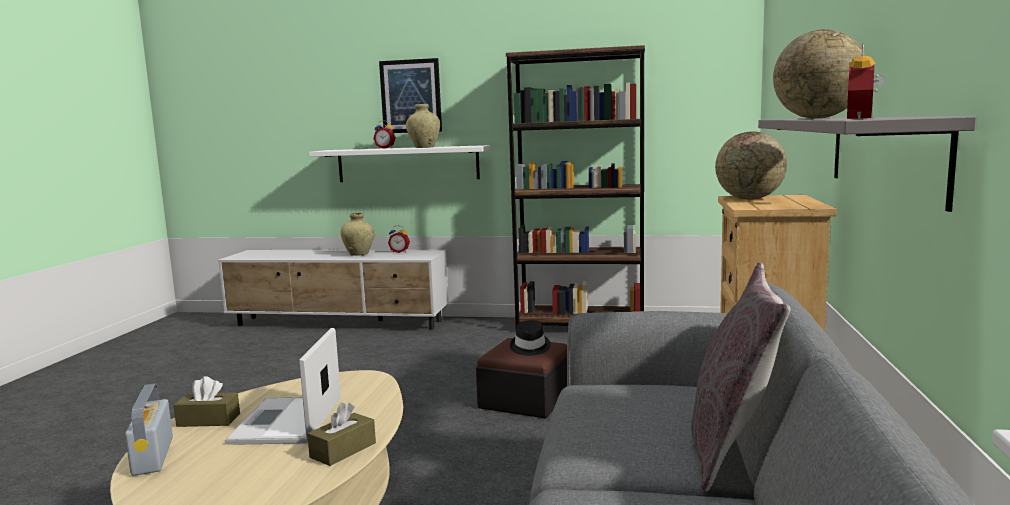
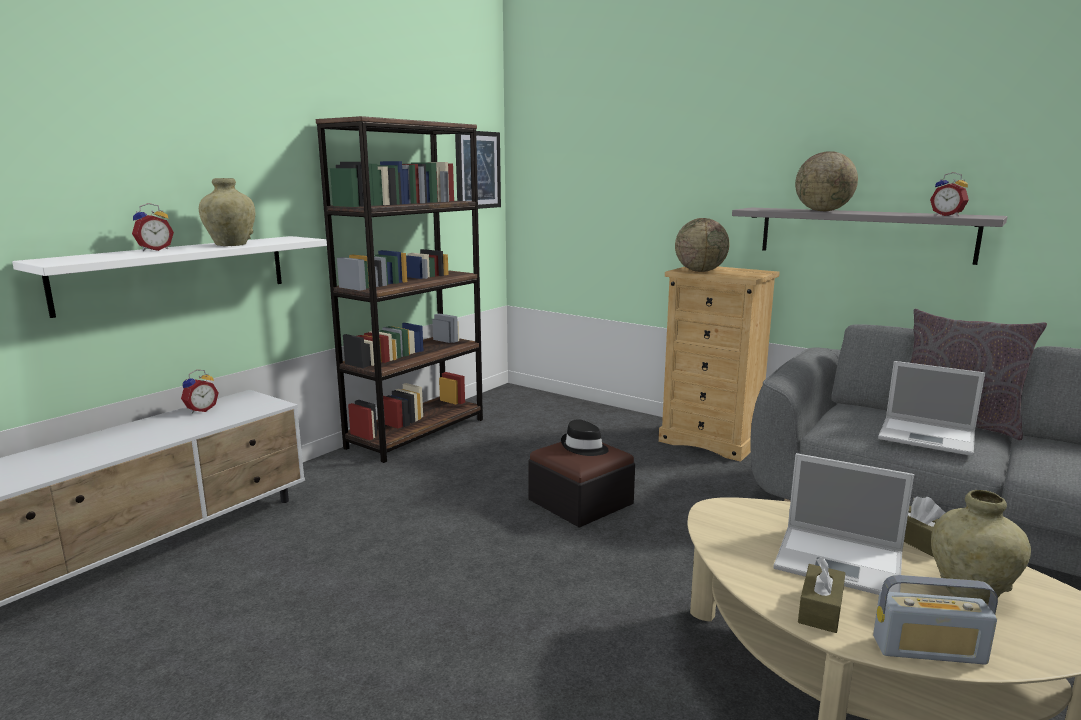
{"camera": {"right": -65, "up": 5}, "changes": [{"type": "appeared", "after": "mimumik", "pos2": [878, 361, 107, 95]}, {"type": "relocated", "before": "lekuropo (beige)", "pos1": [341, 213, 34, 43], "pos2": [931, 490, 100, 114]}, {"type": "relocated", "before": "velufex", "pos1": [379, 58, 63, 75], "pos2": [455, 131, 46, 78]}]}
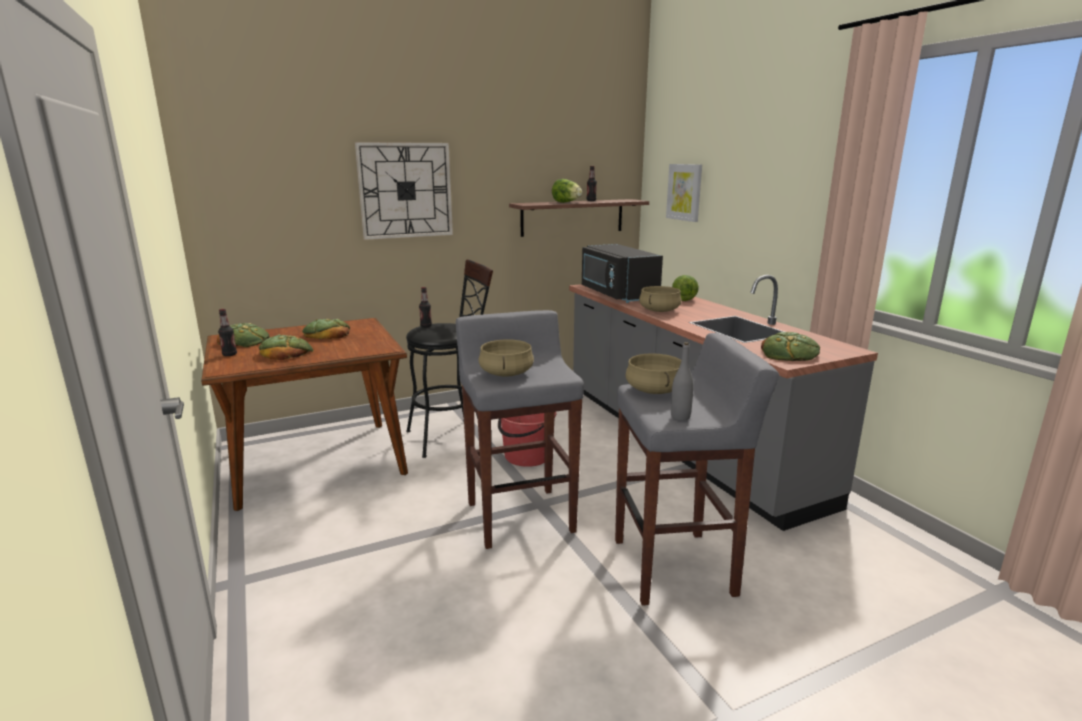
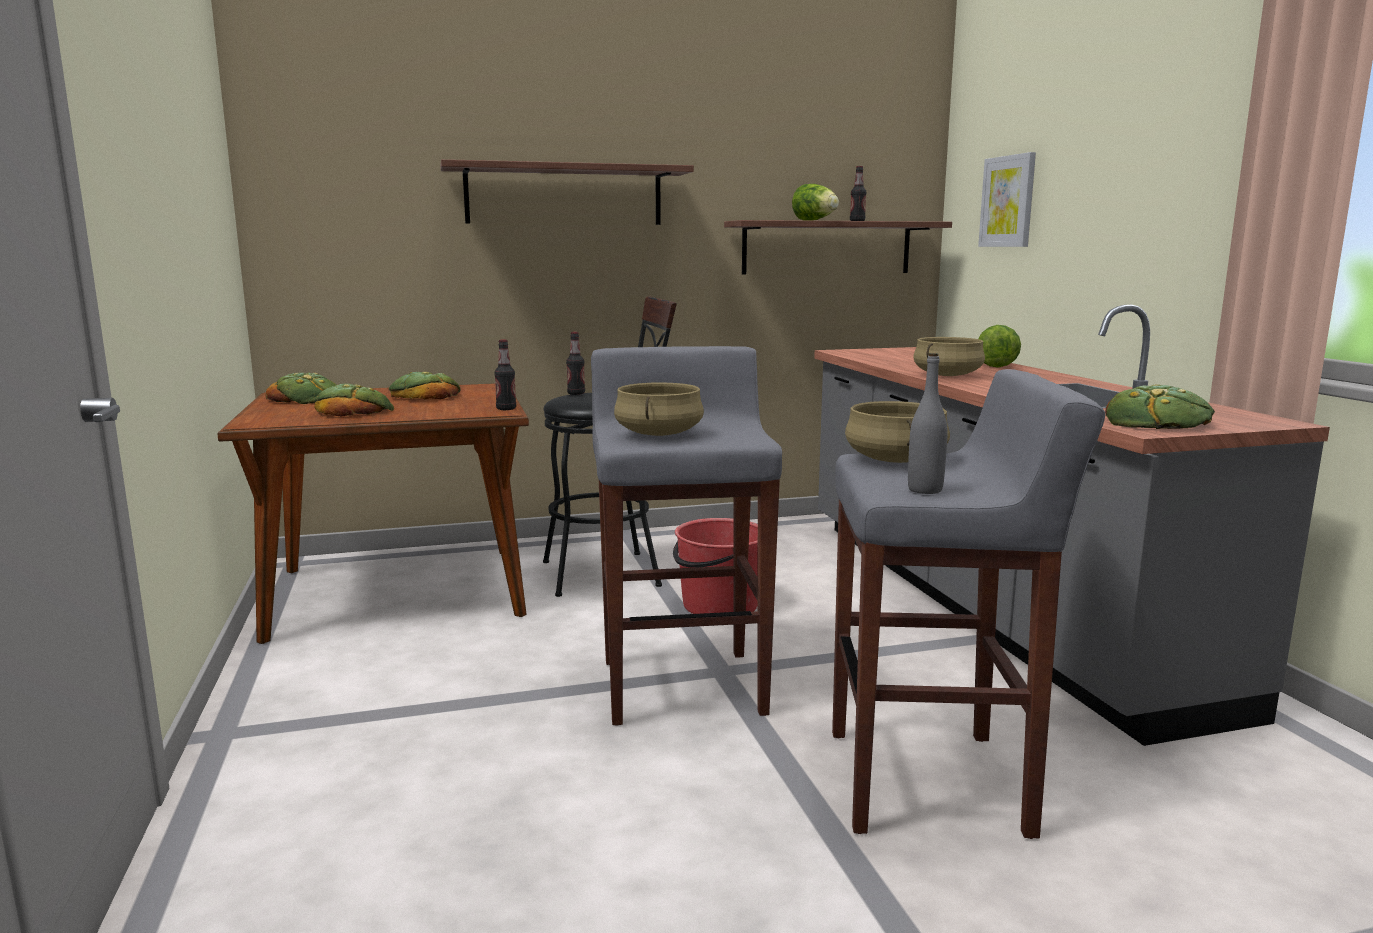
{"camera": {"right": 10, "up": -5}, "changes": [{"type": "missing", "before": "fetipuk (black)", "pos1": [582, 244, 81, 59]}, {"type": "relocated", "before": "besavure", "pos1": [218, 309, 19, 47], "pos2": [494, 340, 22, 70]}, {"type": "exchanged", "before": "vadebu", "after": "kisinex", "pos1": [355, 142, 98, 98], "pos2": [440, 159, 254, 66]}]}
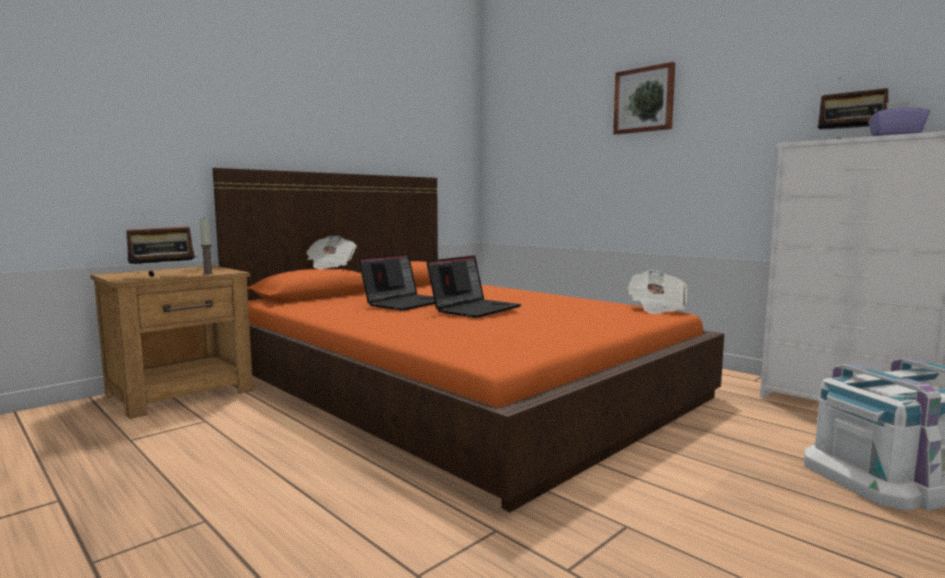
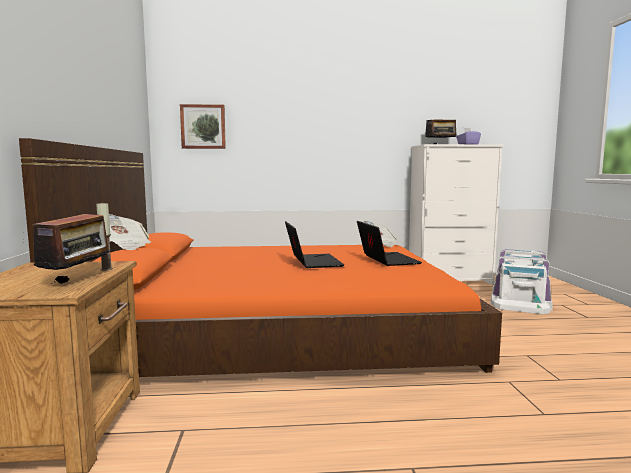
{"camera": {"right": -50, "up": 0}, "changes": [{"type": "relocated", "before": "mimumik", "pos1": [359, 253, 76, 58], "pos2": [357, 221, 65, 45]}, {"type": "relocated", "before": "velufex", "pos1": [613, 62, 62, 73], "pos2": [180, 104, 46, 45]}]}
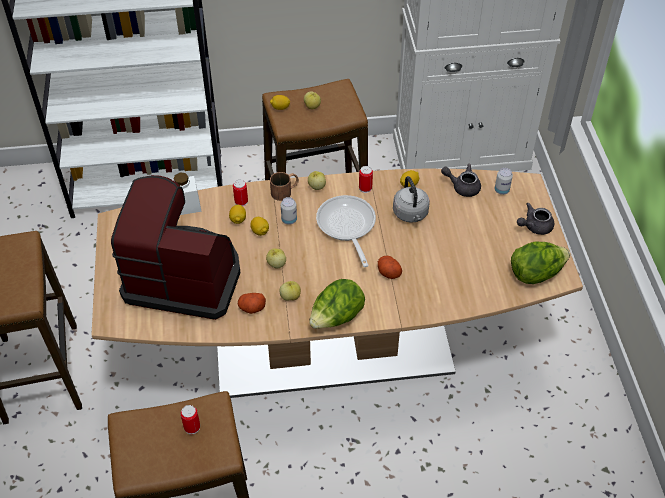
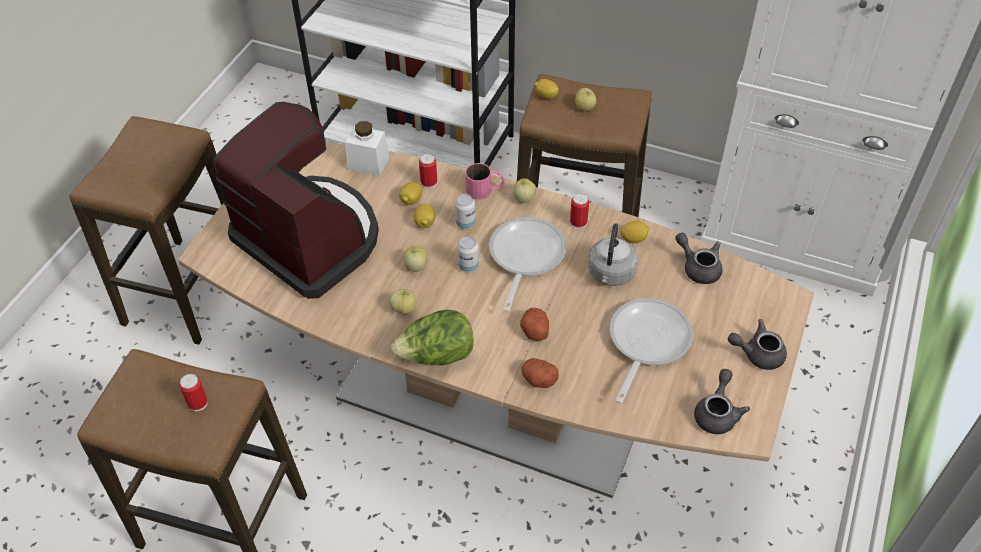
{"camera": {"right": 30, "up": 0}, "changes": [{"type": "appeared", "after": "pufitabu", "pos2": [610, 298, 83, 106]}, {"type": "relocated", "before": "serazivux", "pos1": [238, 293, 28, 21], "pos2": [521, 358, 38, 30]}, {"type": "relocated", "before": "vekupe", "pos1": [495, 168, 18, 27], "pos2": [457, 236, 22, 36]}, {"type": "exchanged", "before": "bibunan", "after": "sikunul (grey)", "pos1": [511, 241, 59, 43], "pos2": [694, 369, 56, 65]}, {"type": "colour", "before": "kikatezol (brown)", "after": "kikatezol (pink)", "pos1": [270, 172, 29, 29], "pos2": [465, 163, 40, 37]}]}
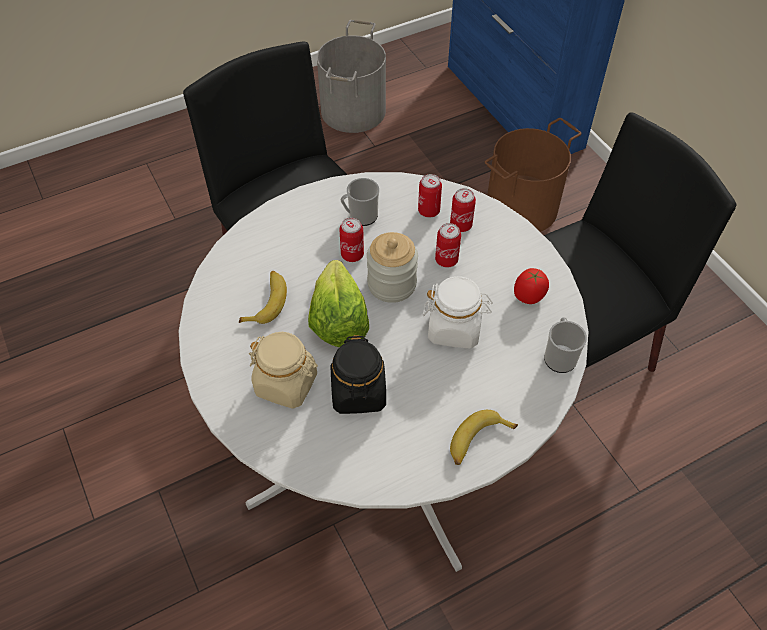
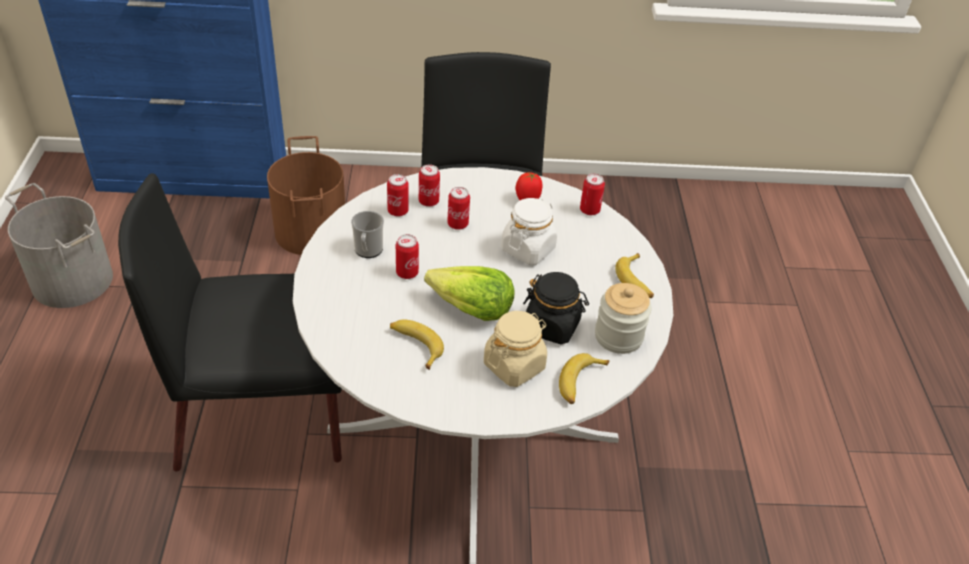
{"camera": {"right": -65, "up": -10}, "changes": [{"type": "appeared", "after": "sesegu", "pos2": [559, 353, 50, 51]}, {"type": "relocated", "before": "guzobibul", "pos1": [367, 232, 51, 71], "pos2": [595, 283, 56, 71]}, {"type": "exchanged", "before": "kikatezol", "after": "vekupe", "pos1": [544, 317, 43, 56], "pos2": [580, 174, 25, 41]}]}
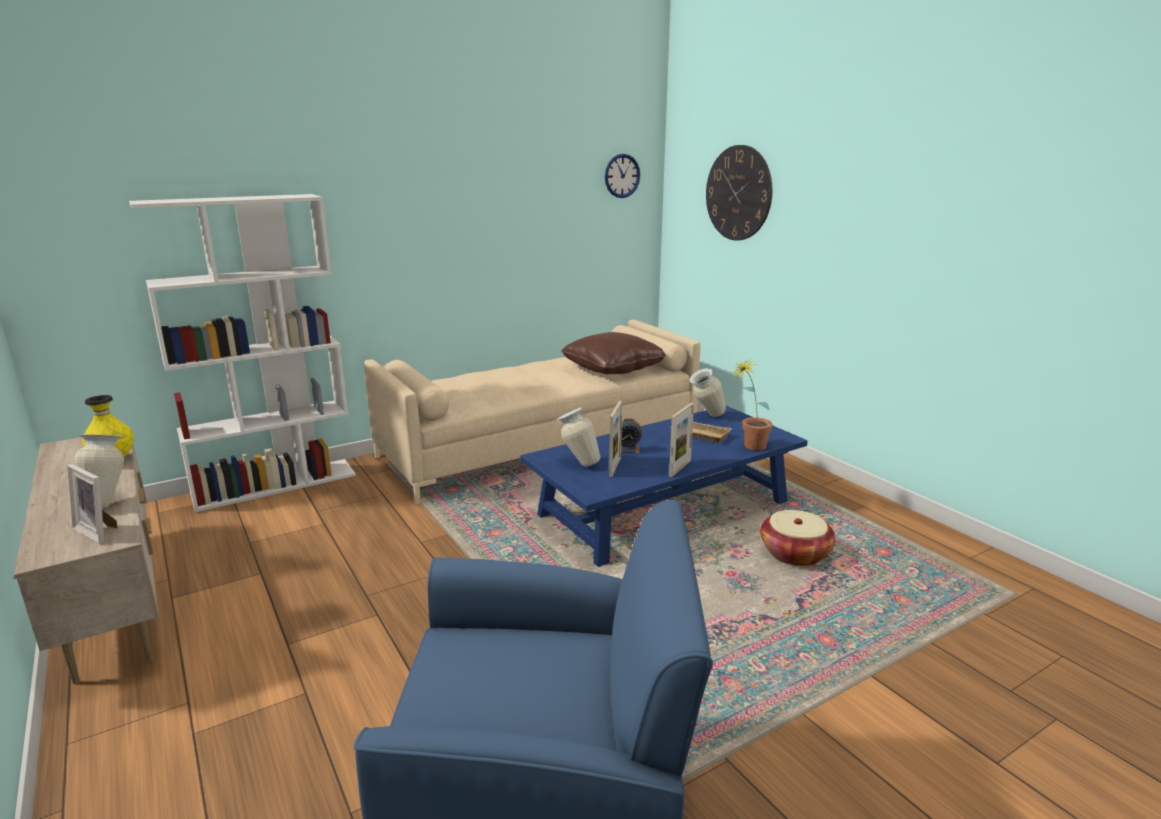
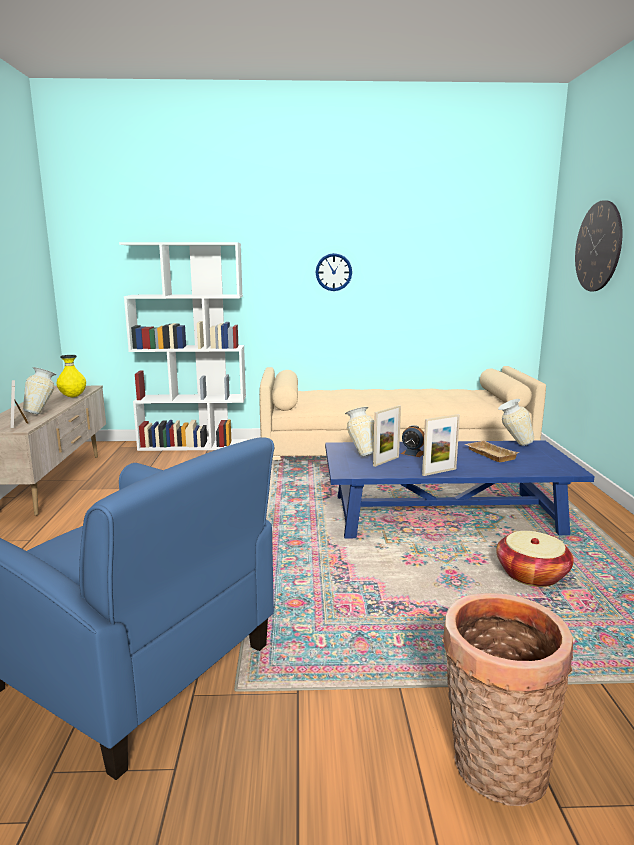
{"camera": {"right": 30, "up": -5}, "changes": [{"type": "missing", "before": "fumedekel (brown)", "pos1": [561, 332, 105, 42]}, {"type": "missing", "before": "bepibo", "pos1": [732, 358, 40, 92]}, {"type": "appeared", "after": "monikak", "pos2": [442, 593, 131, 214]}, {"type": "relocated", "before": "vadebu", "pos1": [605, 154, 35, 44], "pos2": [316, 253, 36, 38]}]}
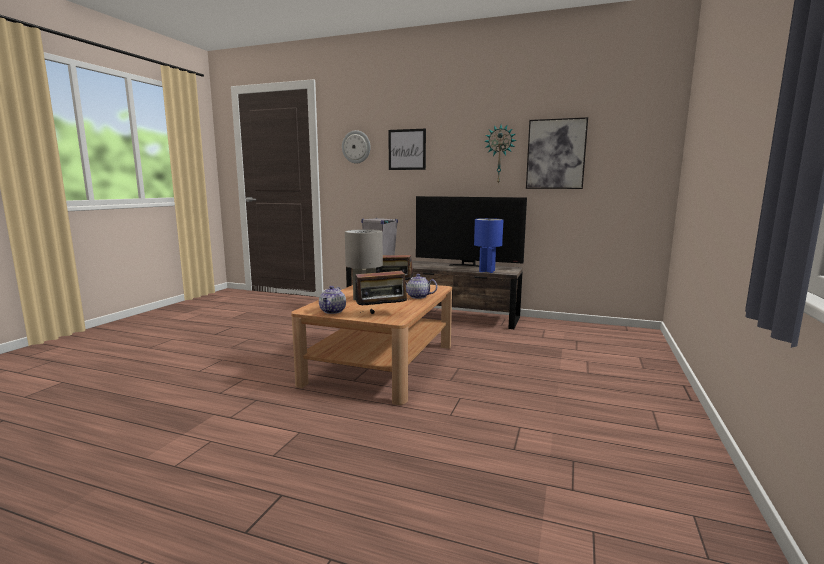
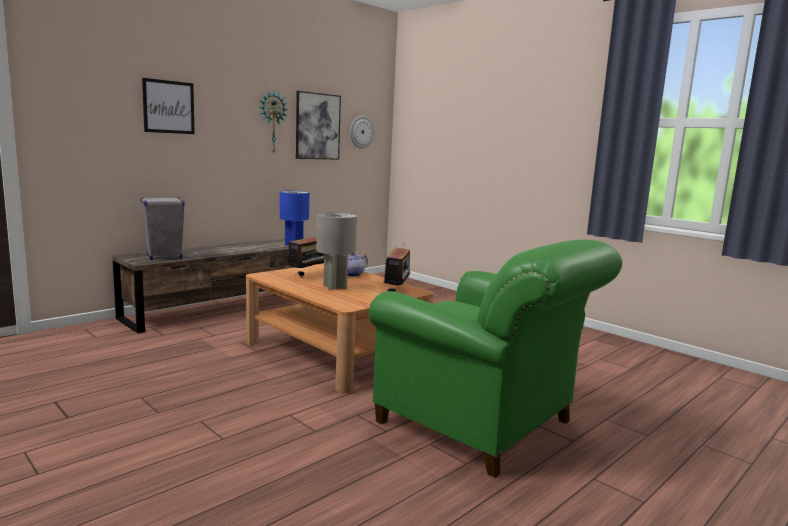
{"camera": {"right": -65, "up": 0}, "changes": [{"type": "missing", "before": "sikunul", "pos1": [319, 286, 27, 28]}, {"type": "missing", "before": "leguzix", "pos1": [416, 196, 111, 71]}, {"type": "appeared", "after": "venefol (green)", "pos2": [369, 240, 253, 238]}, {"type": "relocated", "before": "vadebu", "pos1": [342, 130, 29, 33], "pos2": [350, 115, 25, 34]}]}
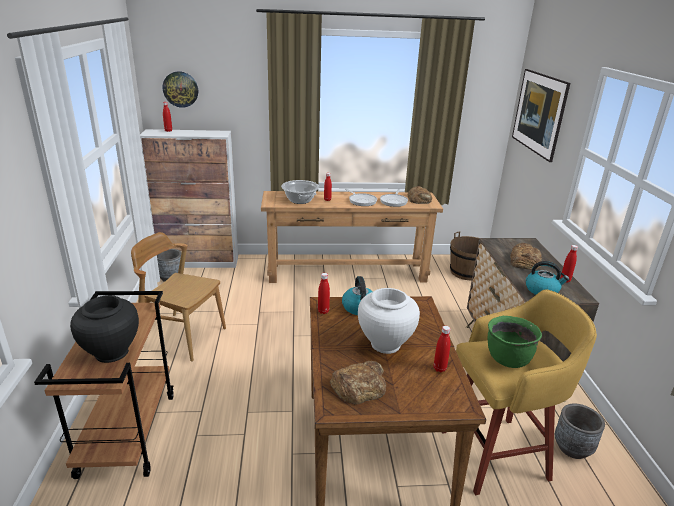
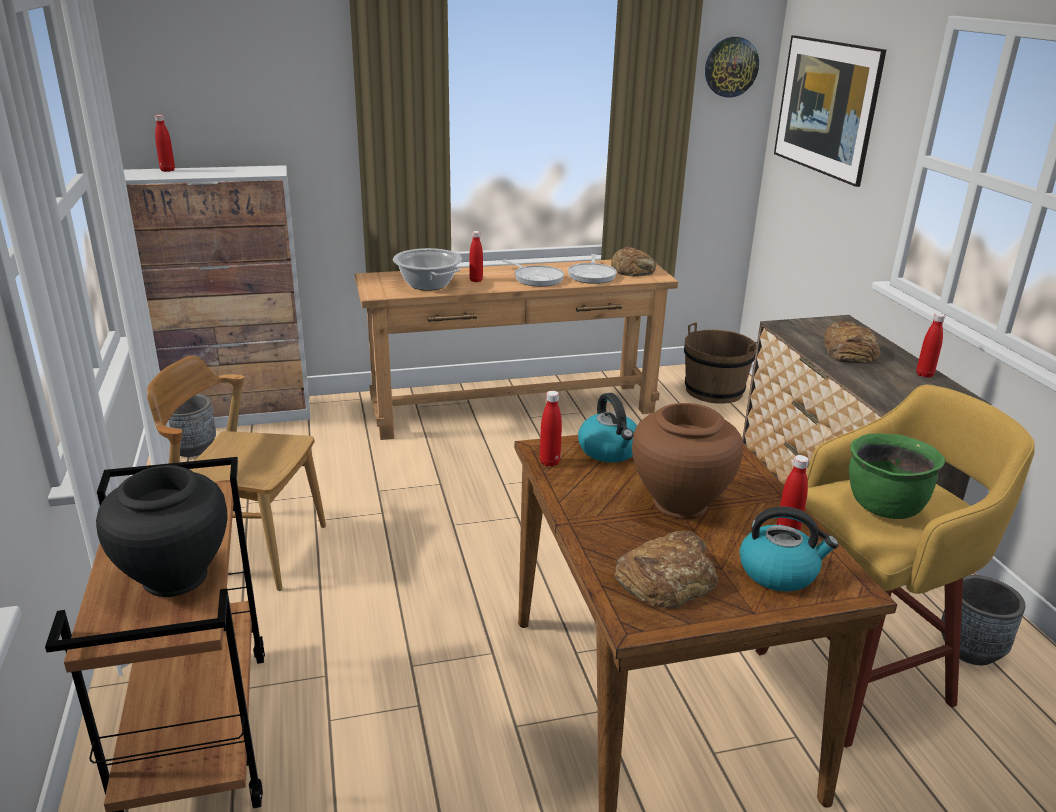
{"camera": {"right": -10, "up": 0}, "changes": [{"type": "relocated", "before": "vadebu", "pos1": [163, 71, 35, 37], "pos2": [705, 37, 54, 61]}, {"type": "relocated", "before": "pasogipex", "pos1": [526, 261, 43, 34], "pos2": [740, 506, 99, 86]}, {"type": "colour", "before": "lekuropo (white)", "after": "lekuropo (brown)", "pos1": [358, 288, 62, 66], "pos2": [632, 403, 111, 117]}]}
